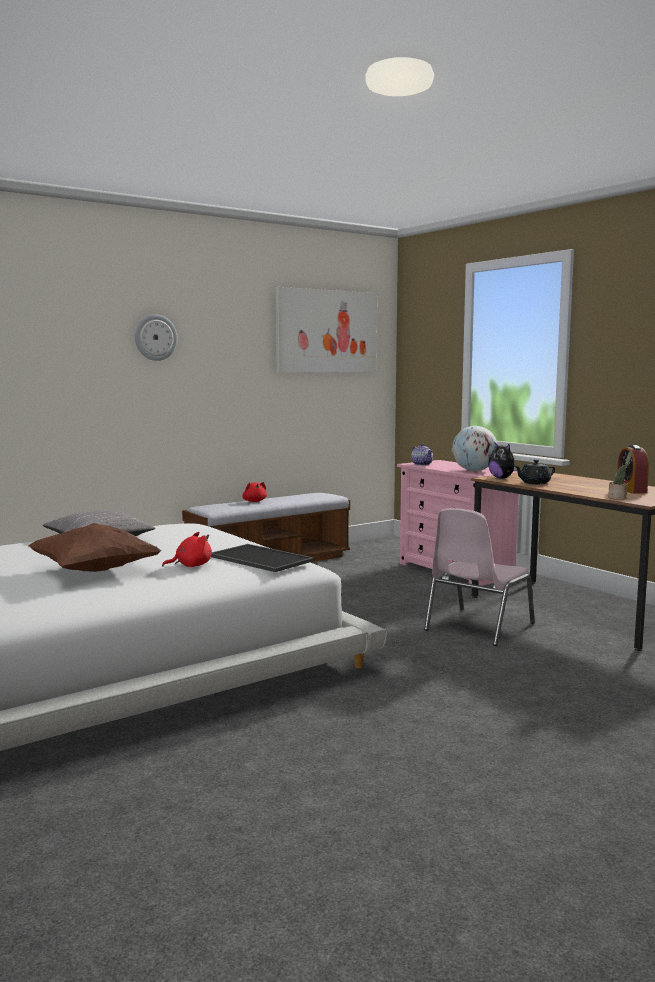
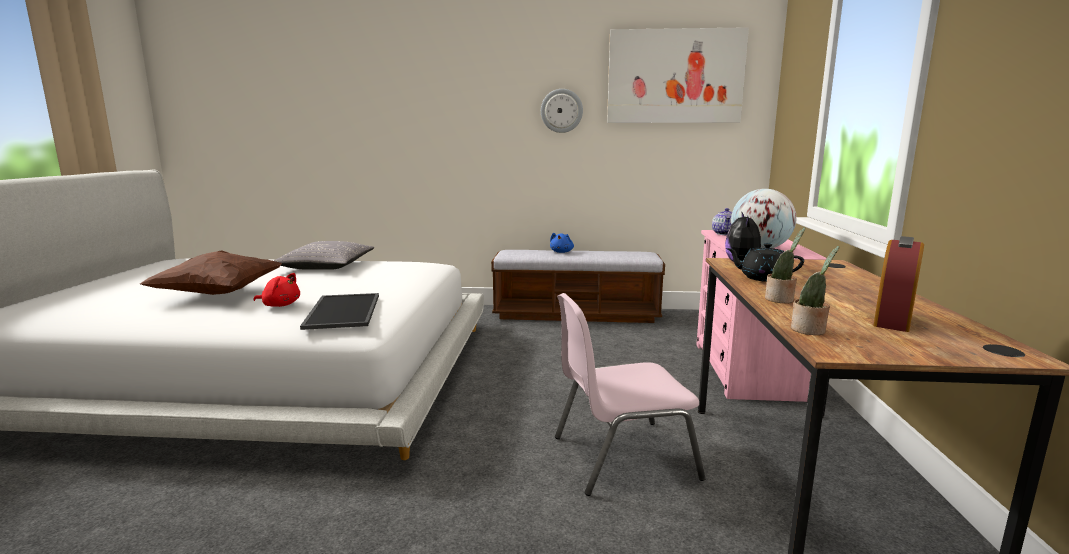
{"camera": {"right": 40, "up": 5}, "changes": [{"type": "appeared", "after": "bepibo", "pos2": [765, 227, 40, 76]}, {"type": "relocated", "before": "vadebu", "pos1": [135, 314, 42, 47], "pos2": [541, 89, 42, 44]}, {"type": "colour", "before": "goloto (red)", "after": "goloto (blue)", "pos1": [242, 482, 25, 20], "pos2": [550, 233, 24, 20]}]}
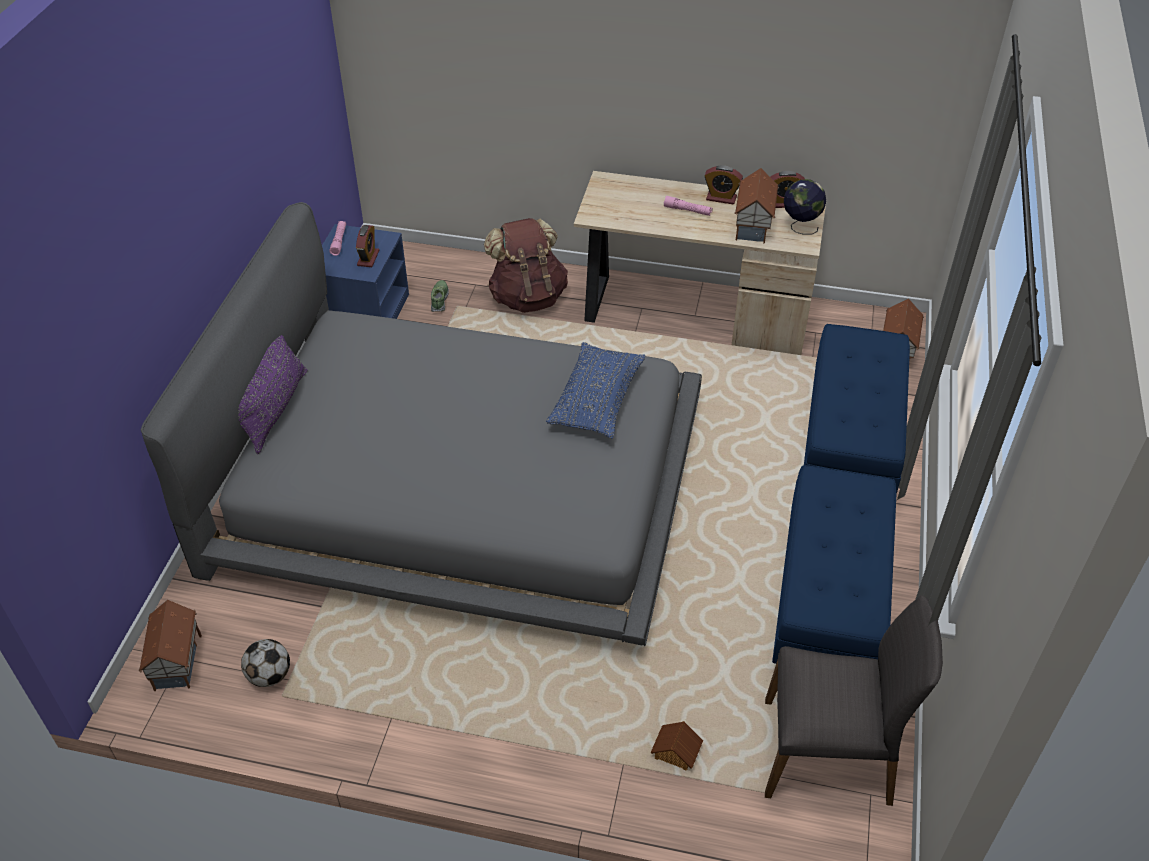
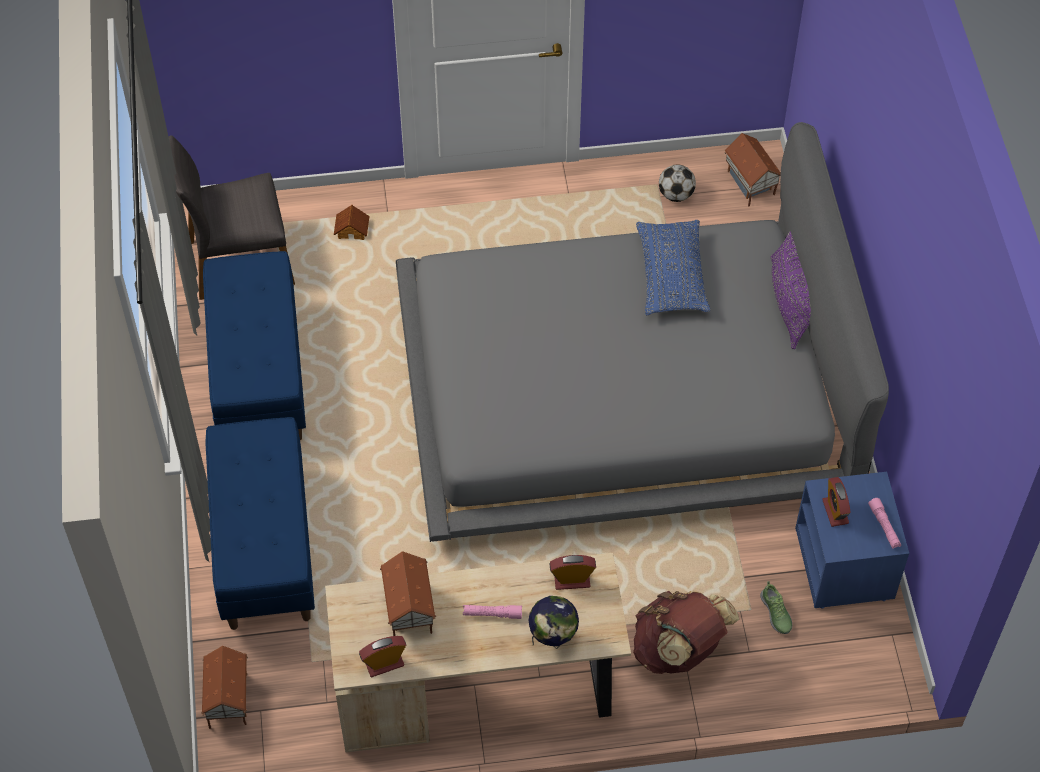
{"camera": {"right": 160, "up": 10}, "changes": [{"type": "relocated", "before": "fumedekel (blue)", "pos1": [546, 342, 99, 97], "pos2": [636, 220, 74, 96]}, {"type": "relocated", "before": "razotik", "pos1": [705, 165, 38, 40], "pos2": [550, 555, 46, 35]}, {"type": "relocated", "before": "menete", "pos1": [784, 179, 42, 56], "pos2": [528, 596, 51, 53]}]}
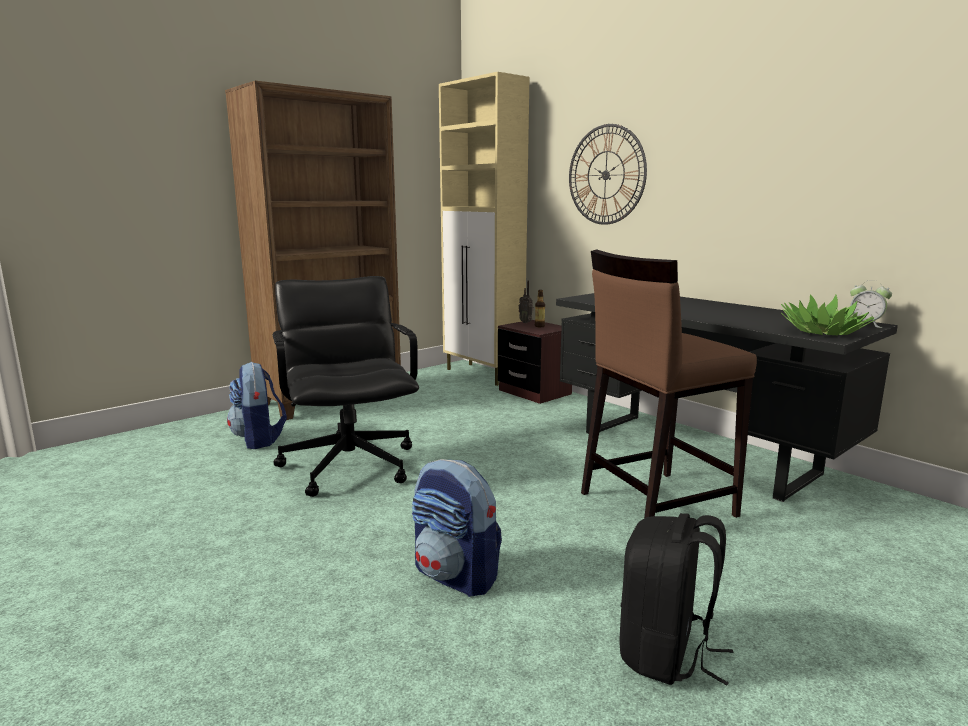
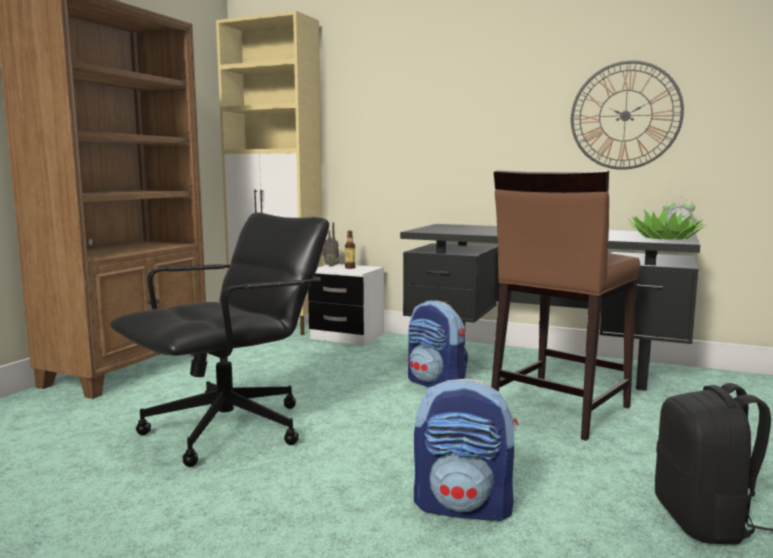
{"camera": {"right": -25, "up": -5}, "changes": [{"type": "relocated", "before": "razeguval", "pos1": [227, 362, 60, 87], "pos2": [408, 301, 60, 86]}, {"type": "relocated", "before": "vadebu", "pos1": [569, 124, 78, 101], "pos2": [571, 60, 113, 110]}, {"type": "colour", "before": "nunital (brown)", "after": "nunital (white)", "pos1": [498, 320, 74, 84], "pos2": [308, 264, 76, 81]}, {"type": "spun", "before": "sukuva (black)", "pos1": [272, 276, 147, 221], "pos2": [110, 212, 219, 255], "turn": 90}]}
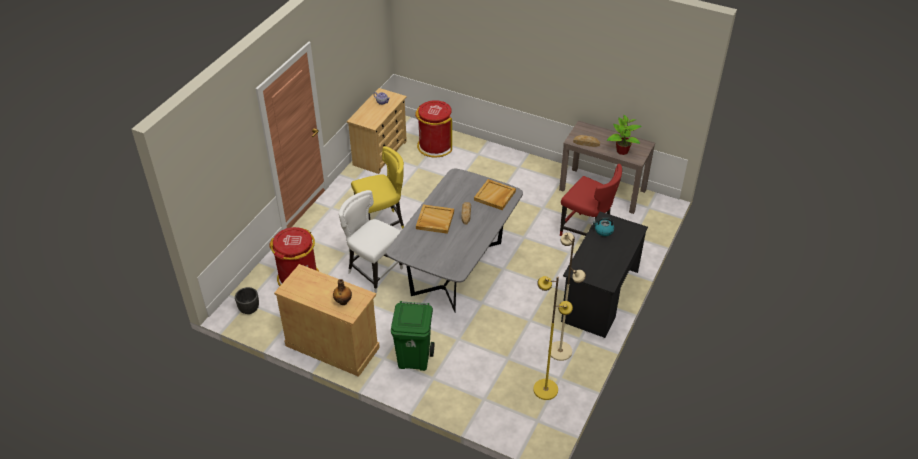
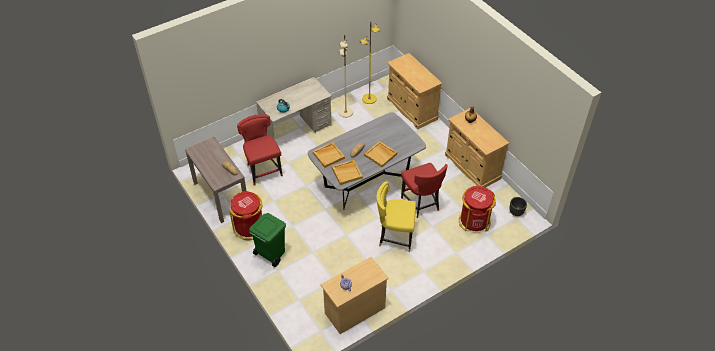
{"camera": {"right": -150, "up": 5}, "changes": [{"type": "missing", "before": "bepibo", "pos1": [607, 115, 35, 40]}, {"type": "appeared", "after": "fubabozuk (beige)", "pos2": [332, 160, 31, 25]}, {"type": "appeared", "after": "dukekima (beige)", "pos2": [387, 53, 55, 76]}, {"type": "relocated", "before": "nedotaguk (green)", "pos1": [391, 301, 43, 70], "pos2": [249, 213, 37, 54]}, {"type": "relocated", "before": "nedotaguk (red)", "pos1": [415, 100, 37, 58], "pos2": [229, 191, 34, 49]}, {"type": "colour", "before": "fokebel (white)", "after": "fokebel (red)", "pos1": [339, 190, 64, 103], "pos2": [401, 163, 47, 55]}, {"type": "colour", "before": "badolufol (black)", "after": "badolufol (beige)", "pos1": [561, 212, 87, 126], "pos2": [256, 77, 76, 63]}]}
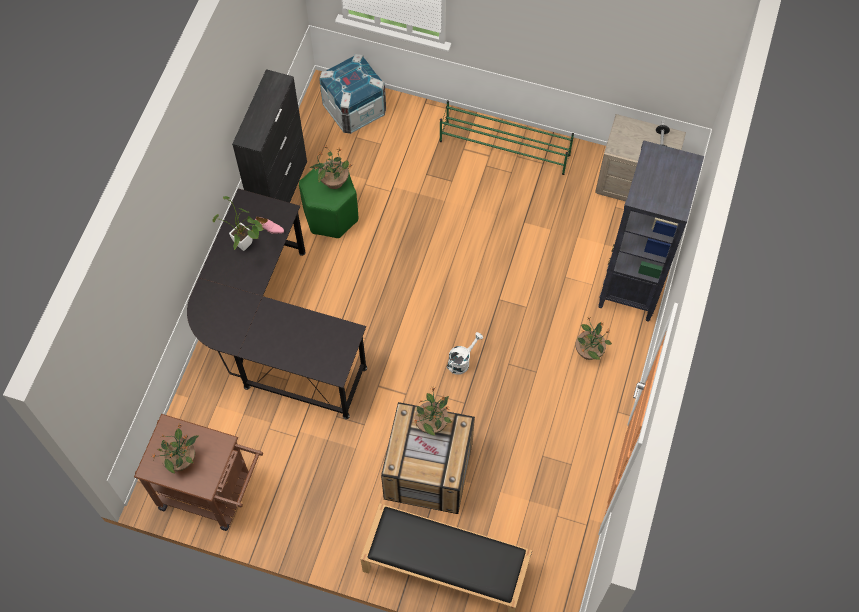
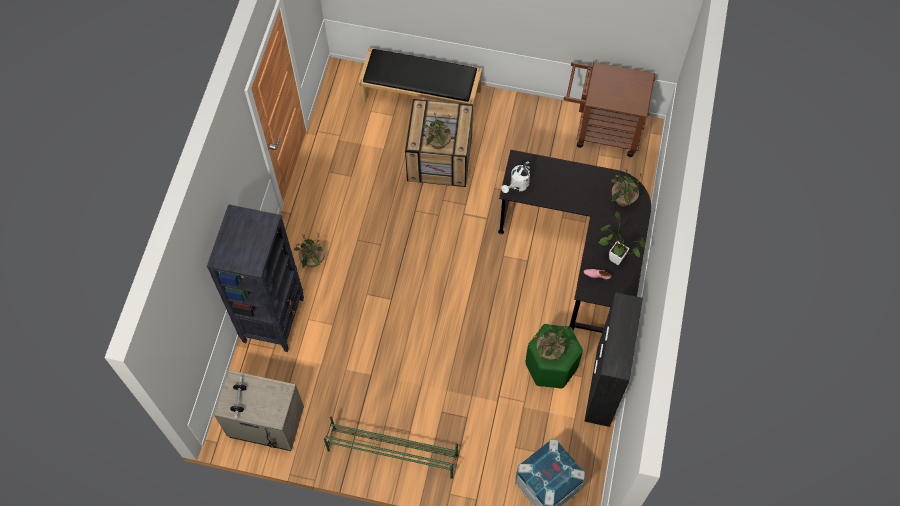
{"camera": {"right": 175, "up": 0}, "changes": [{"type": "relocated", "before": "bepibo", "pos1": [151, 423, 47, 50], "pos2": [610, 169, 32, 37]}, {"type": "relocated", "before": "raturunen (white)", "pos1": [447, 332, 36, 43], "pos2": [501, 161, 30, 32]}]}
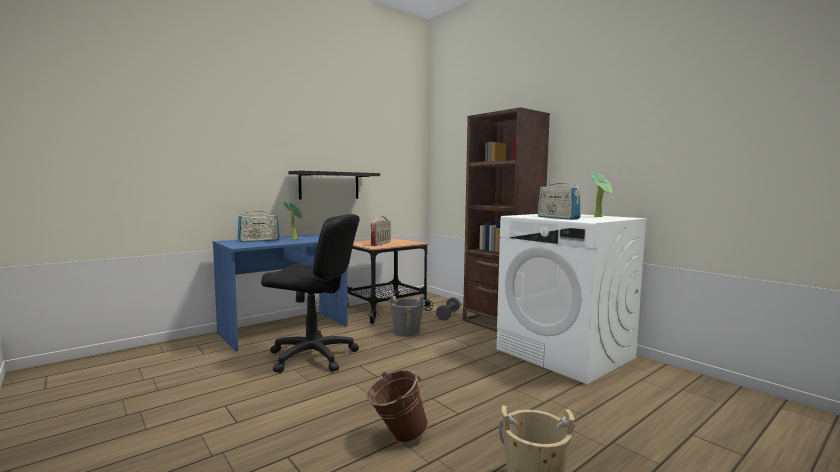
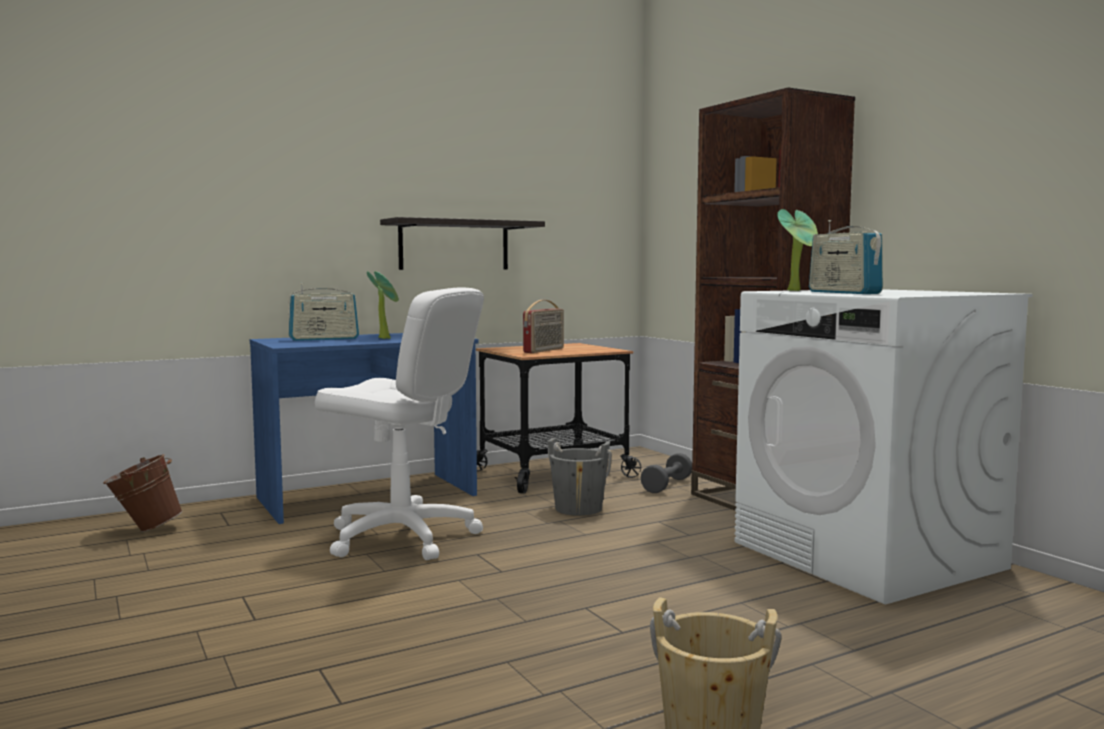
{"camera": {"right": 10, "up": 0}, "changes": [{"type": "relocated", "before": "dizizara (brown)", "pos1": [367, 370, 61, 73], "pos2": [103, 454, 80, 78]}, {"type": "relocated", "before": "bepibo", "pos1": [590, 173, 22, 44], "pos2": [777, 209, 41, 82]}, {"type": "colour", "before": "sukuva (black)", "after": "sukuva (white)", "pos1": [261, 214, 99, 159], "pos2": [315, 288, 169, 272]}]}
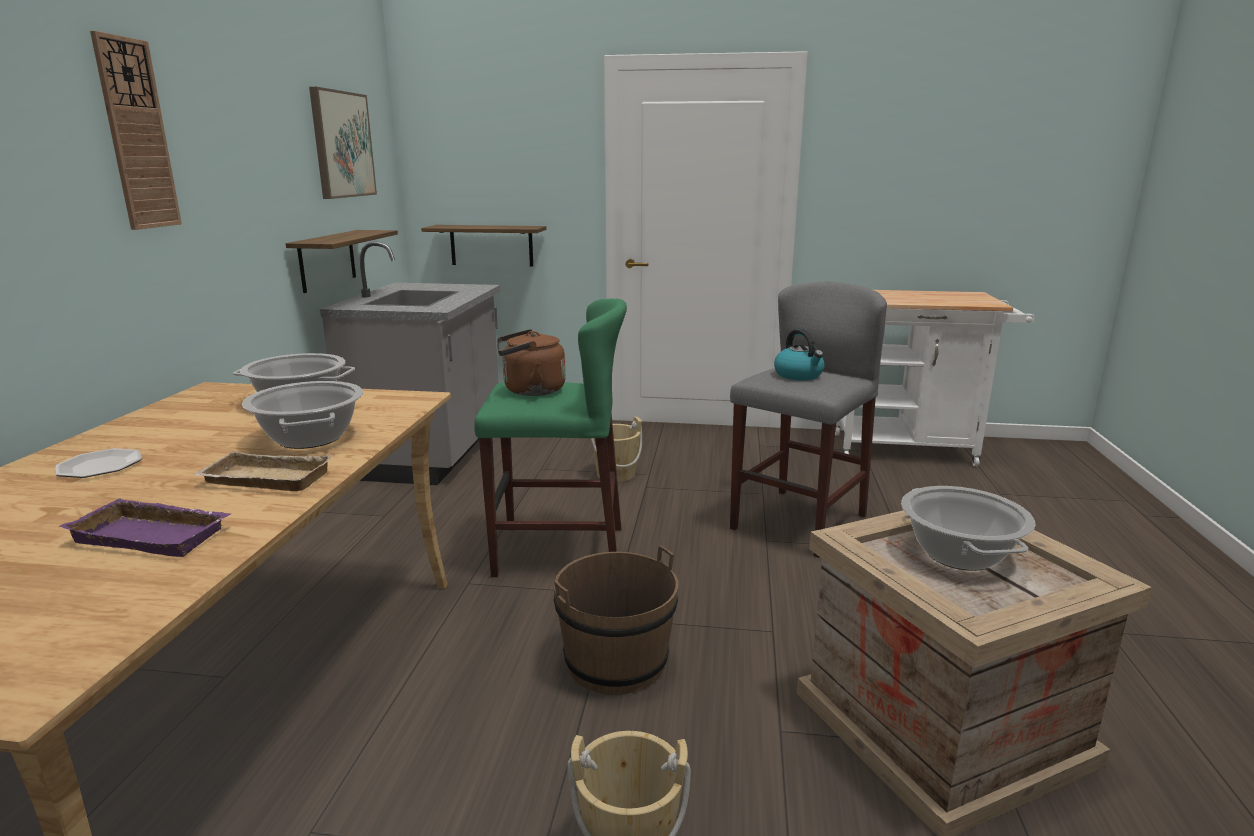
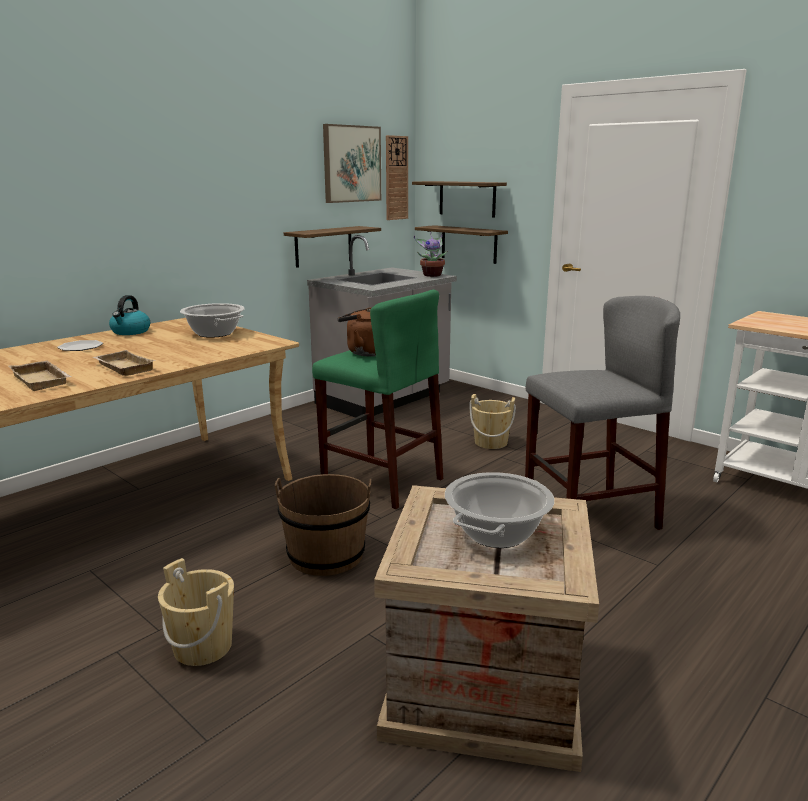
{"camera": {"right": 35, "up": 0}, "changes": [{"type": "missing", "before": "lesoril", "pos1": [242, 381, 121, 68]}, {"type": "appeared", "after": "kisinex", "pos2": [412, 181, 95, 37]}, {"type": "appeared", "after": "bepibo", "pos2": [414, 232, 34, 45]}, {"type": "relocated", "before": "vadebu", "pos1": [90, 31, 92, 199], "pos2": [386, 135, 22, 85]}, {"type": "relocated", "before": "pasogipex", "pos1": [774, 329, 51, 51], "pos2": [109, 295, 41, 40]}, {"type": "colour", "before": "fubabozuk (purple)", "after": "fubabozuk (beige)", "pos1": [59, 499, 173, 58], "pos2": [9, 360, 62, 31]}]}
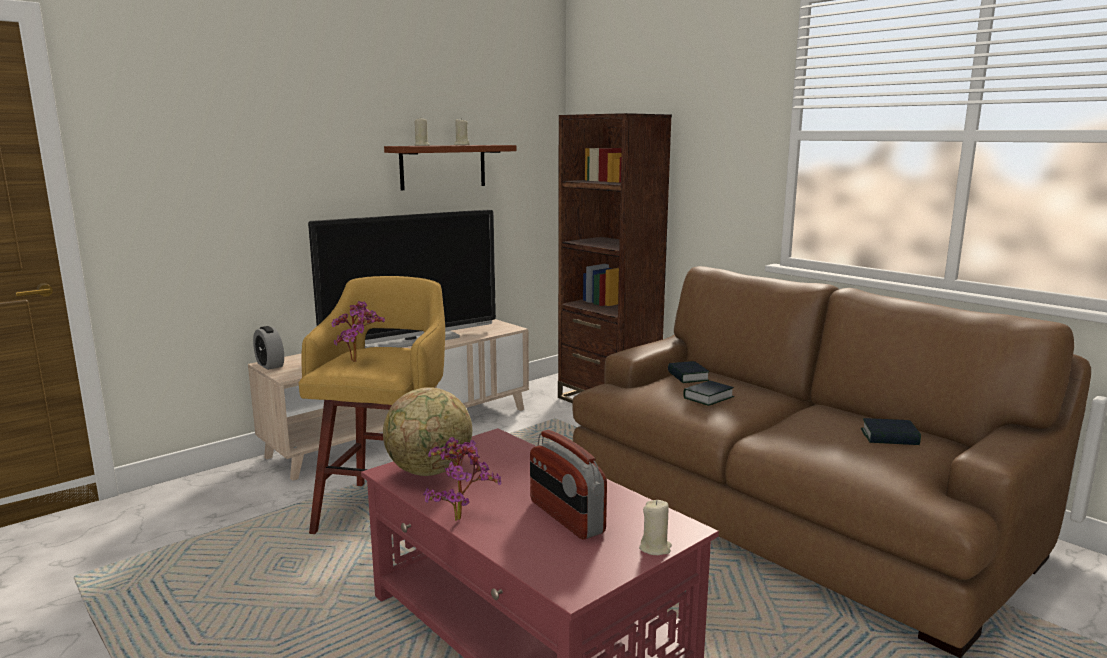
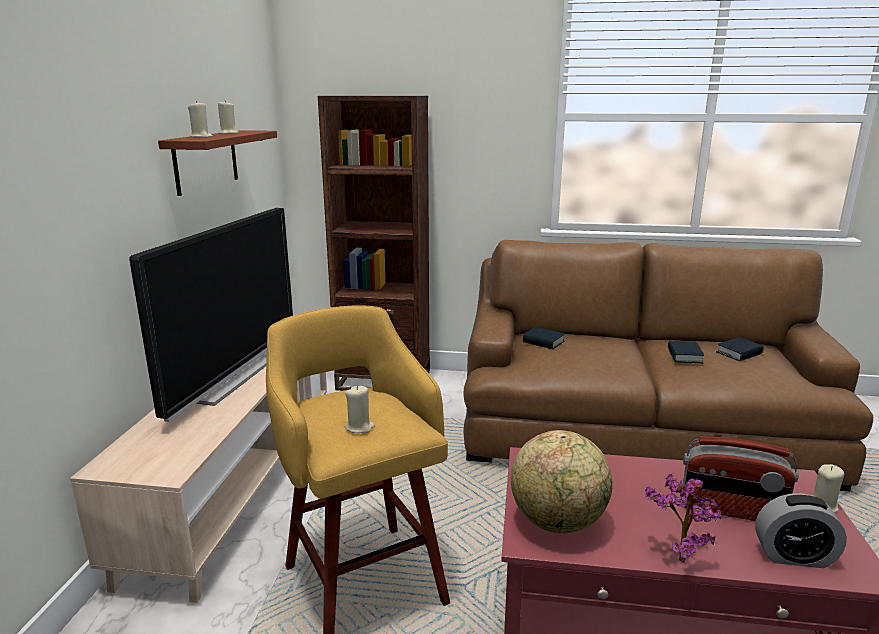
{"camera": {"right": -40, "up": 5}, "changes": [{"type": "relocated", "before": "razotik", "pos1": [253, 326, 31, 44], "pos2": [755, 493, 92, 75]}, {"type": "relocated", "before": "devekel", "pos1": [683, 381, 51, 25], "pos2": [668, 341, 36, 22]}, {"type": "exchanged", "before": "bepibo", "after": "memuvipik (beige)", "pos1": [331, 301, 54, 61], "pos2": [345, 386, 30, 47]}]}
